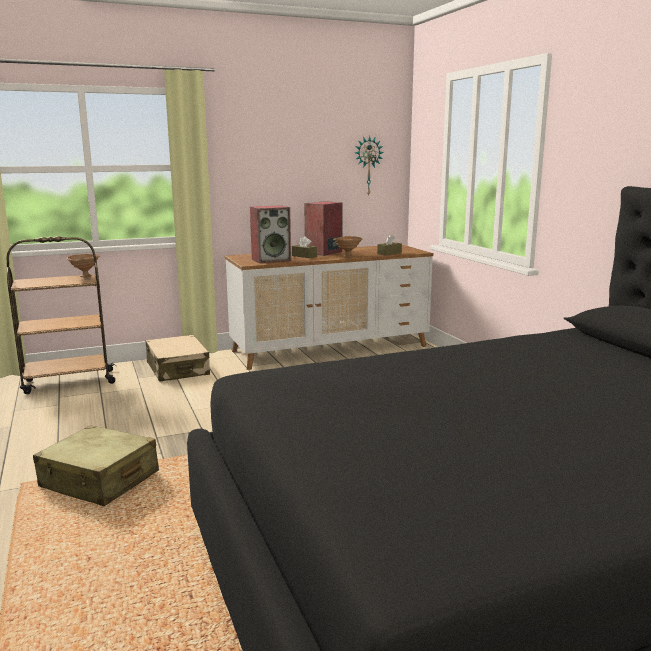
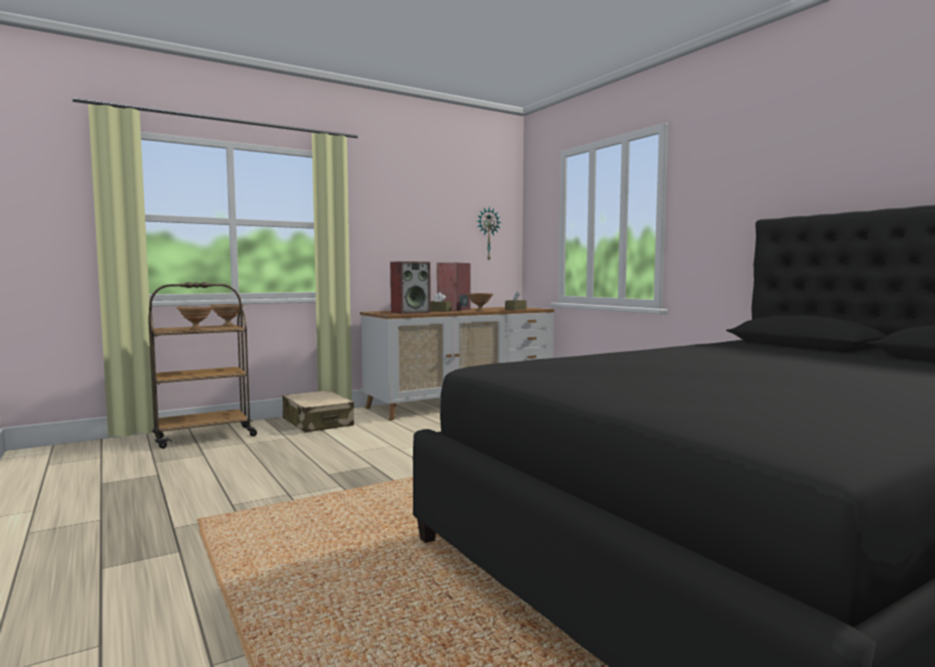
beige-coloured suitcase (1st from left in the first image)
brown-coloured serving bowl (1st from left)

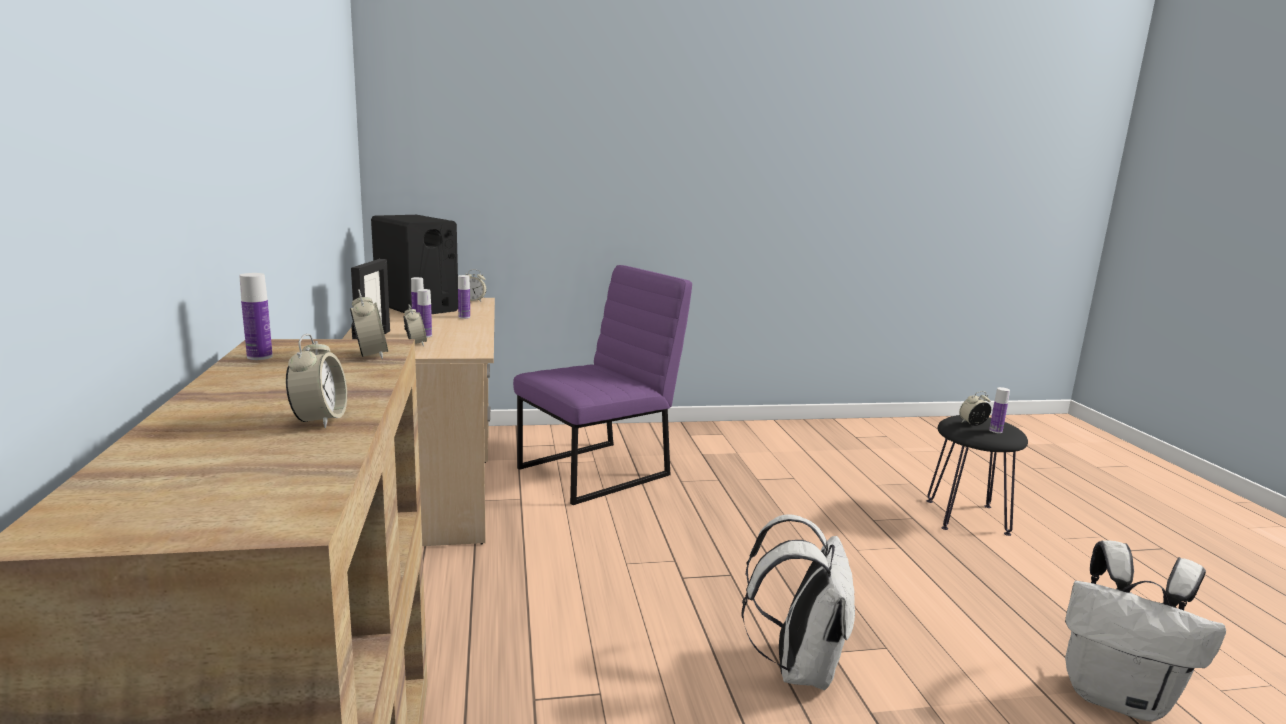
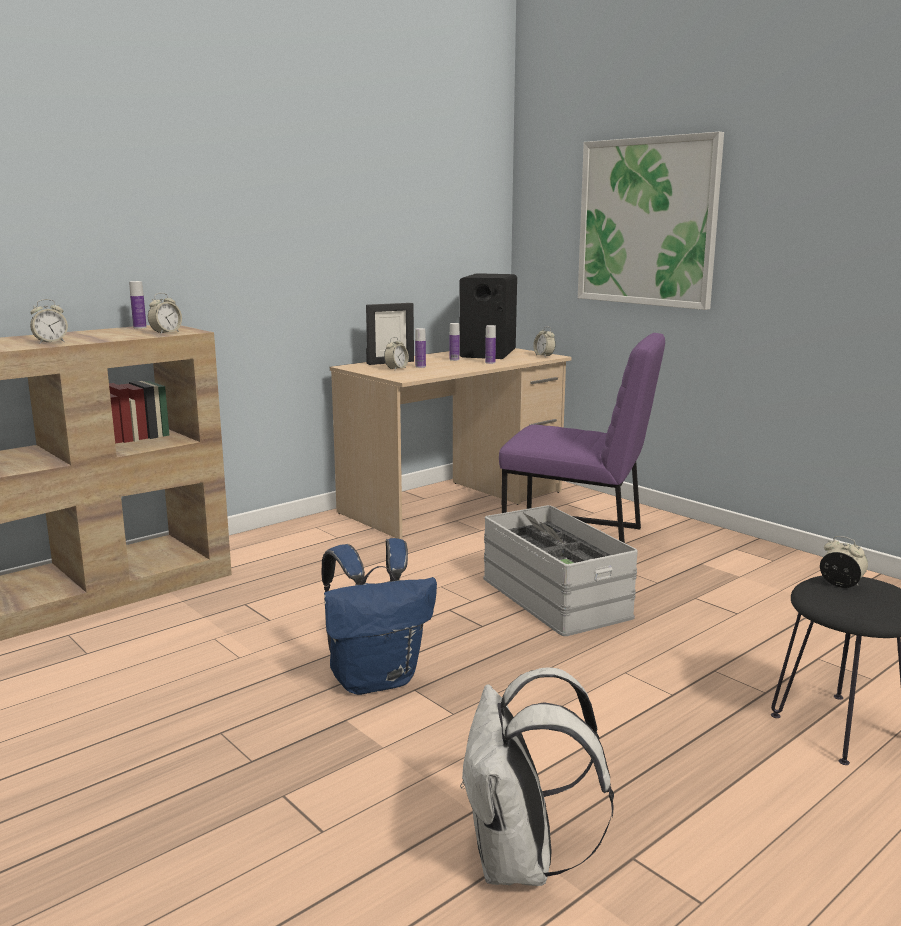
drink bottle (5th from left in the first image)
bluish rucksack
picture
gray storage bin

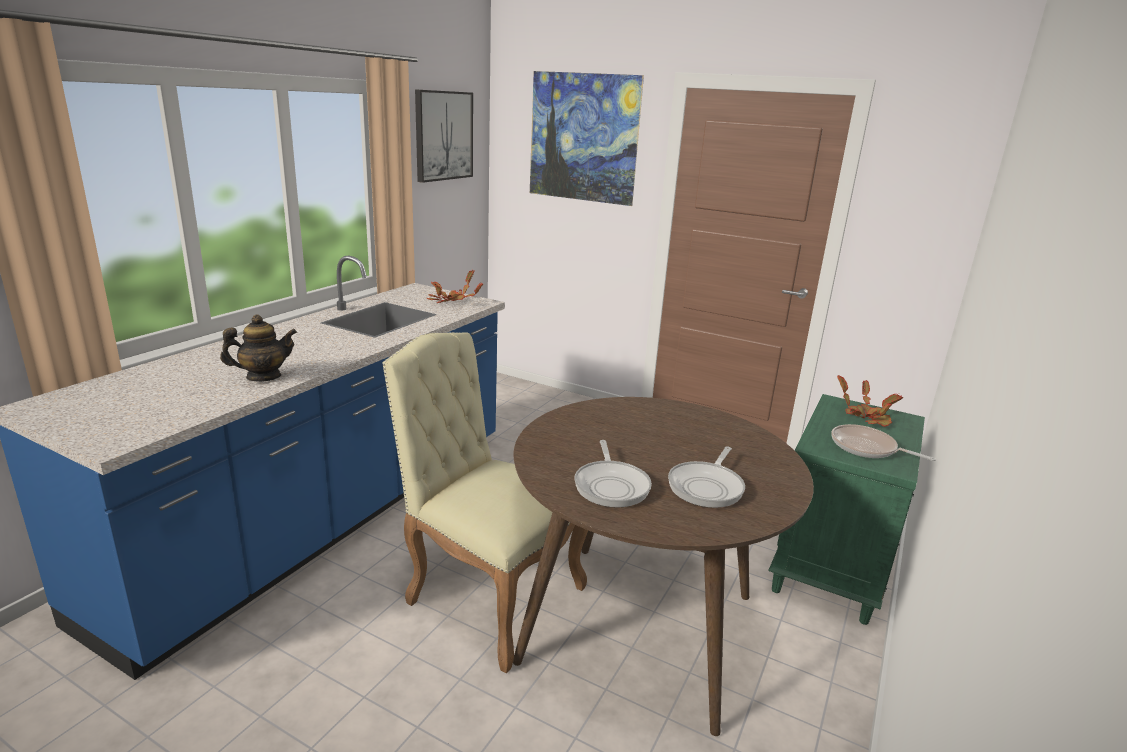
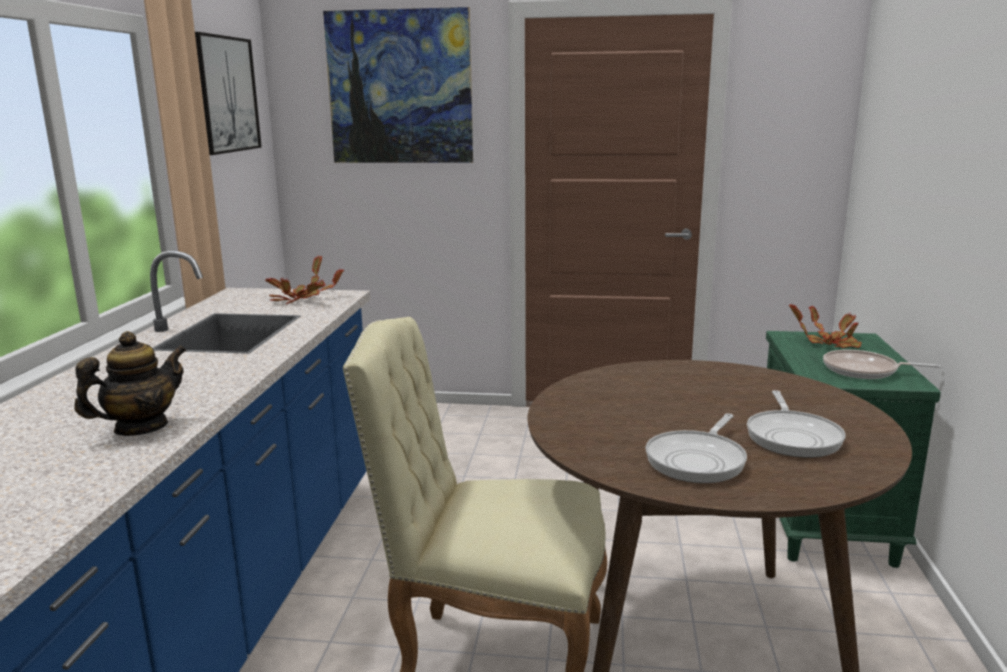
pan (1st from left)

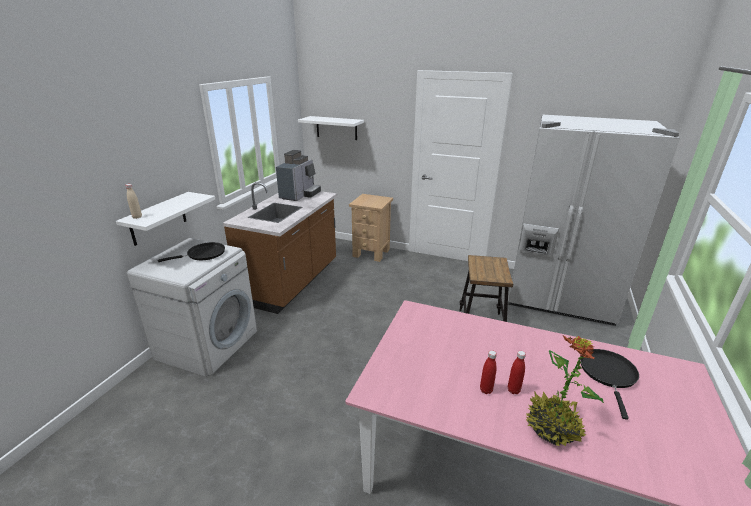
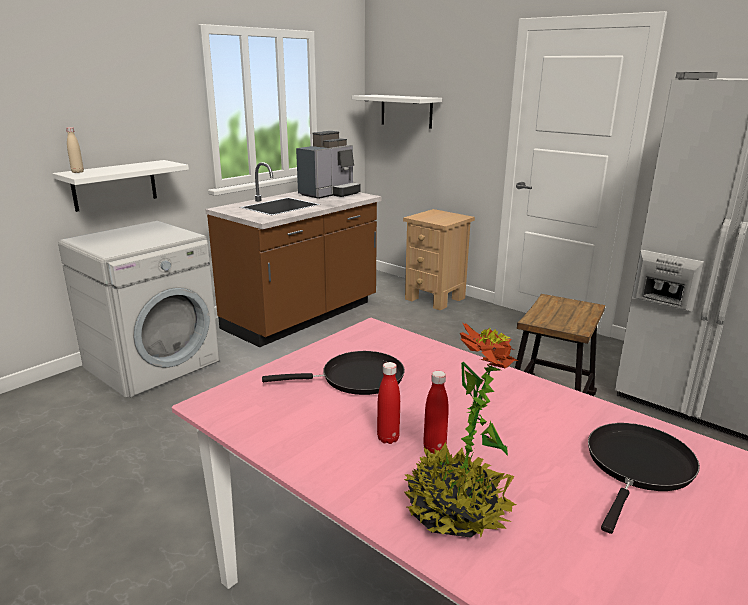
black pan (1st from left)

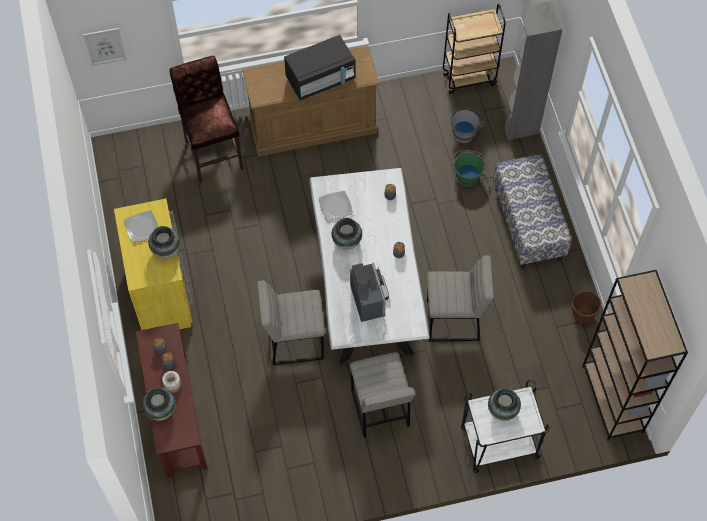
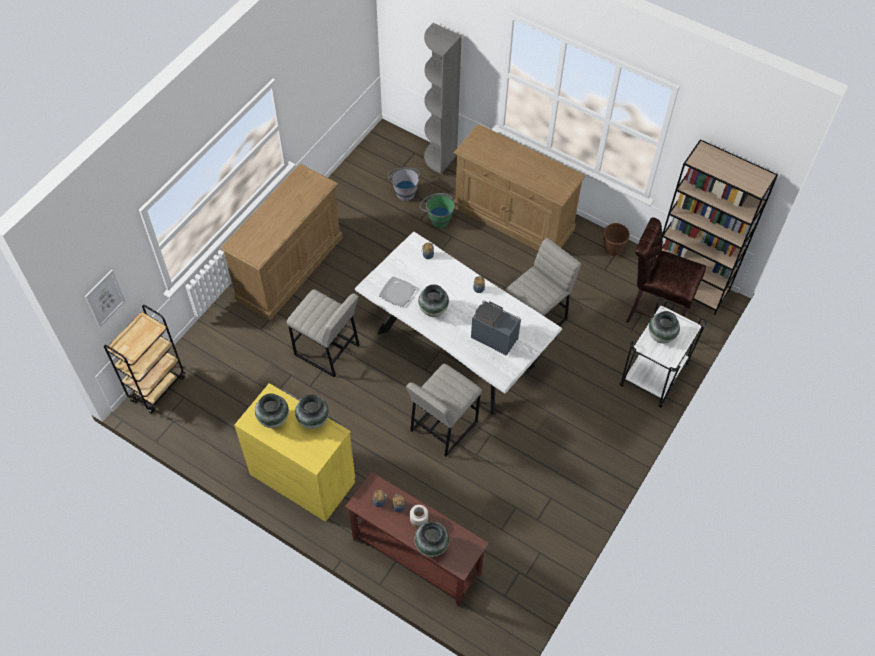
brown-coloured cart
black kitchen microwave
brown-coloured stool seat
brown-coloured cupboard (2nd from left)
flower vase (1st from left)
gray upright chair (1st from left)

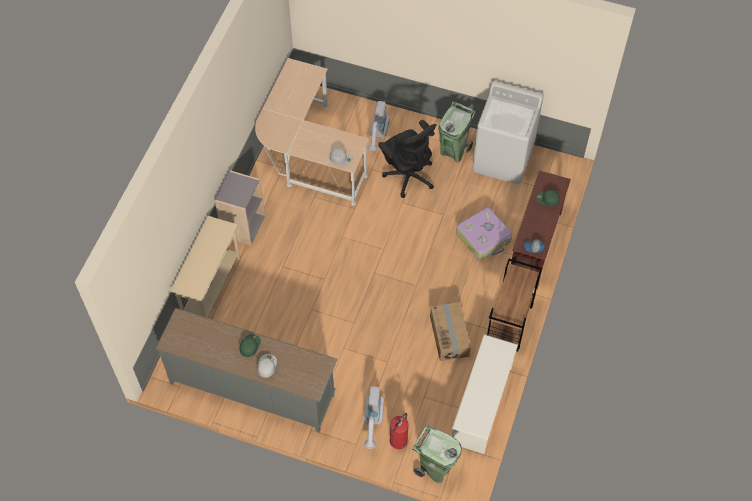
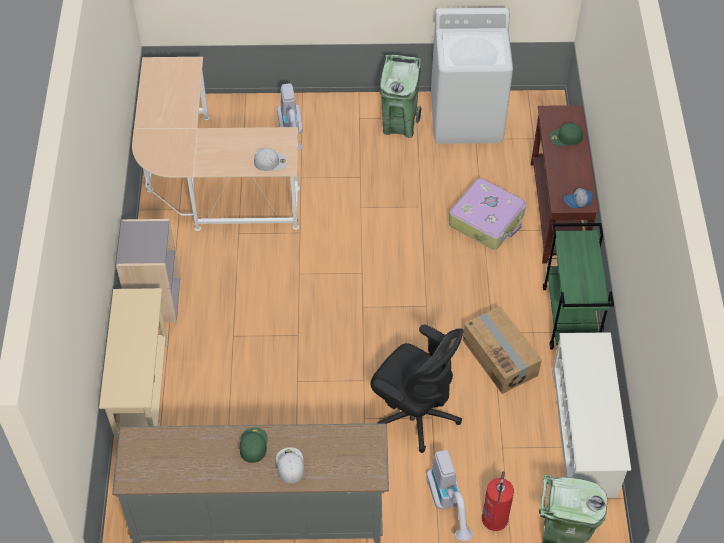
black computer chair
green cart

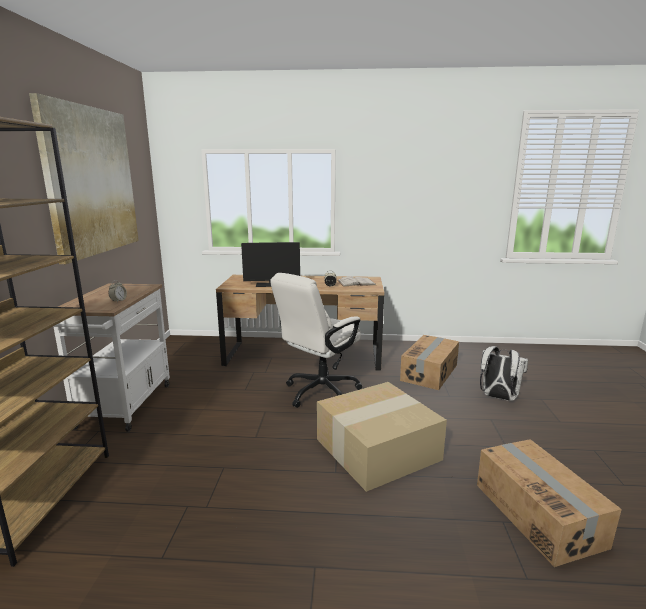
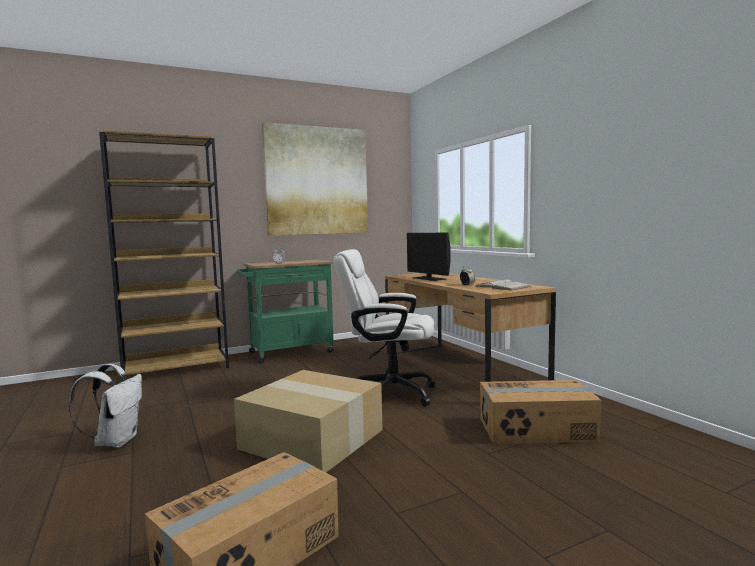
green cart
white rucksack

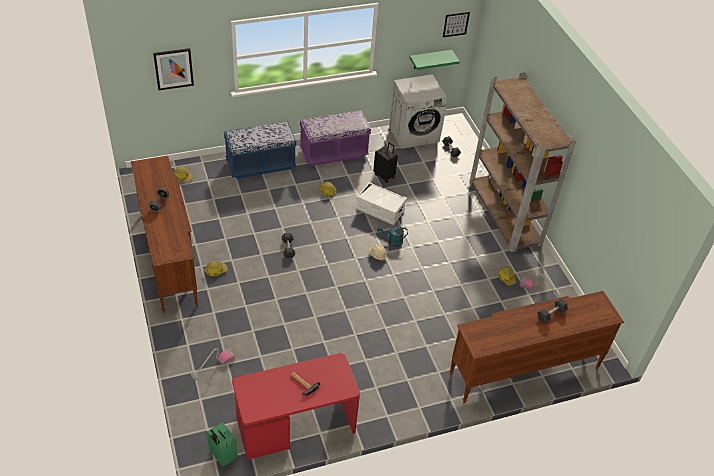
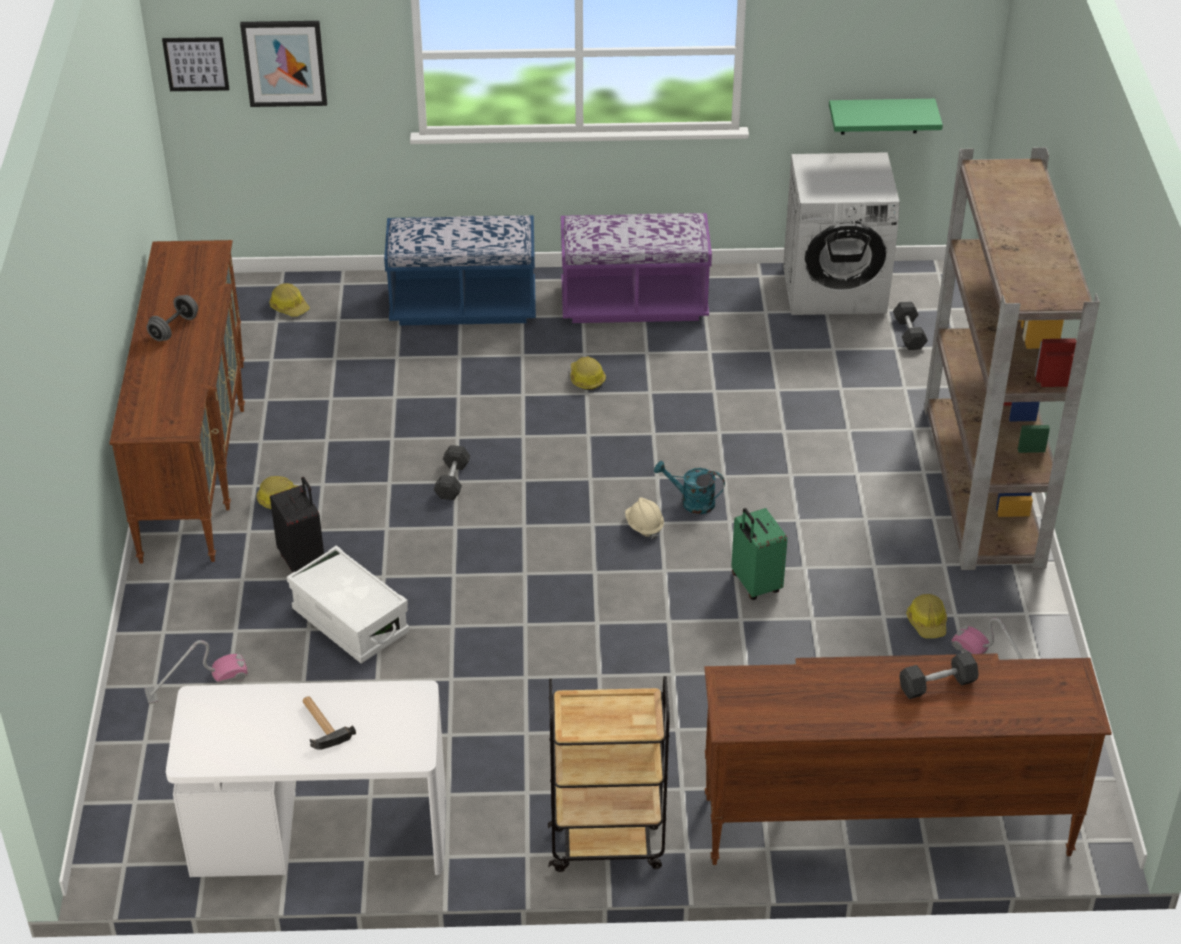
picture (1st from left)
black suitcase
white storage bin
white desk unit
green suitcase
brown-coloured cart

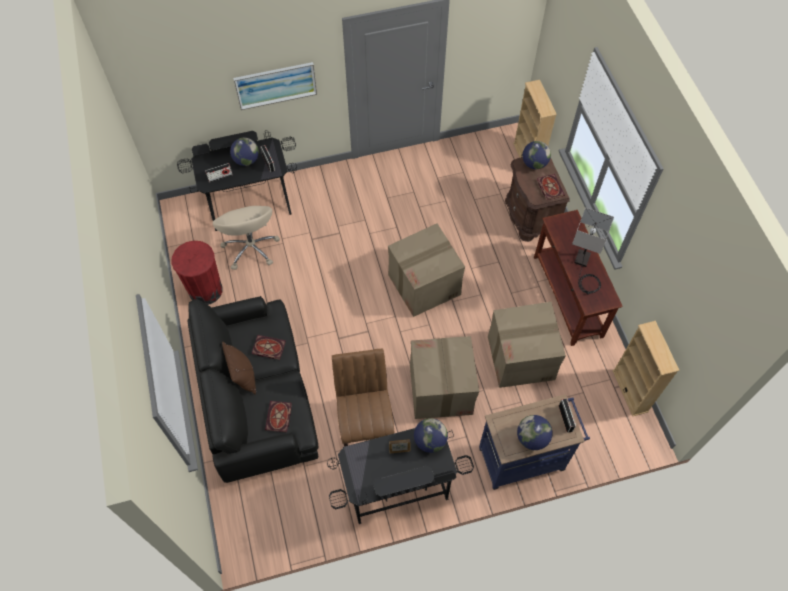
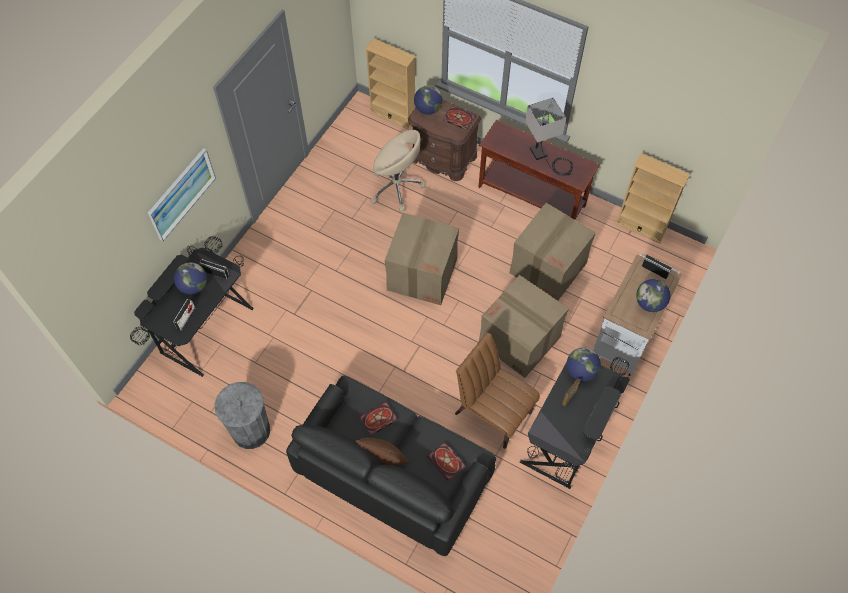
beige-coloured computer chair
gray trash can
white cart

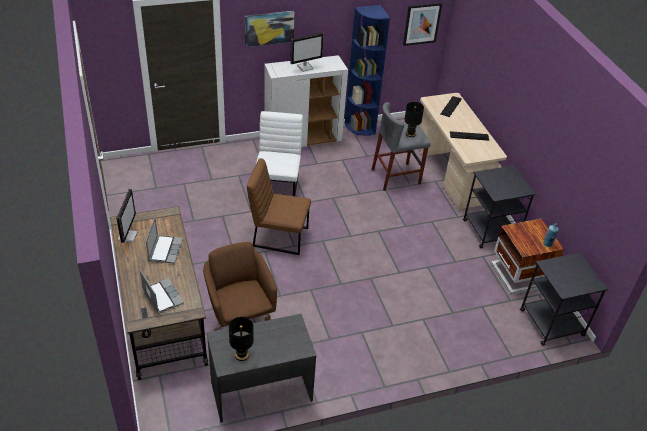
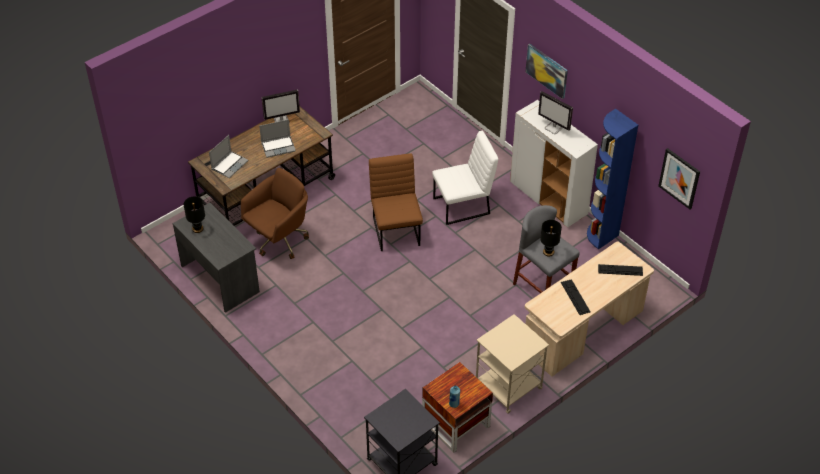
beige-coloured cart

